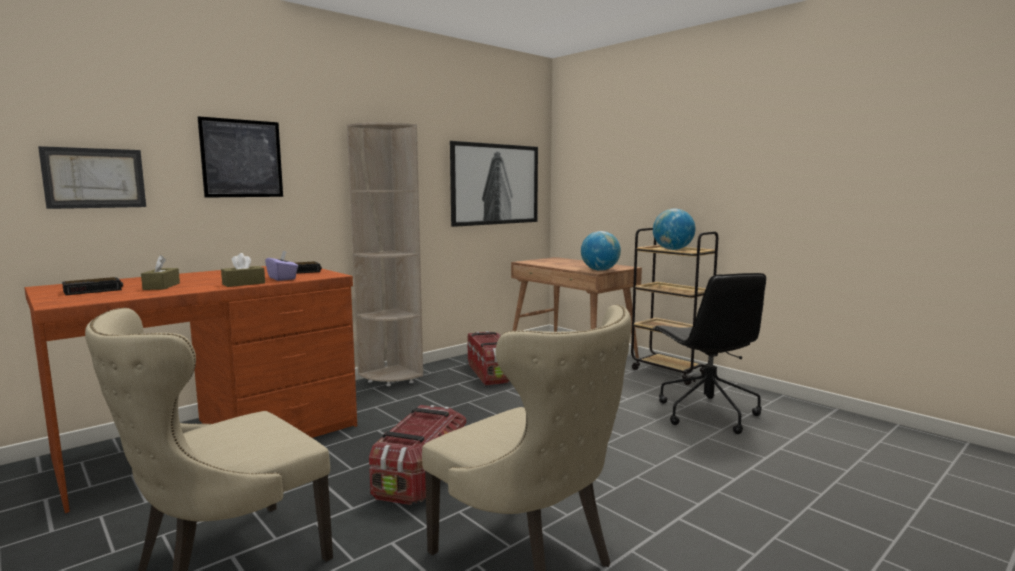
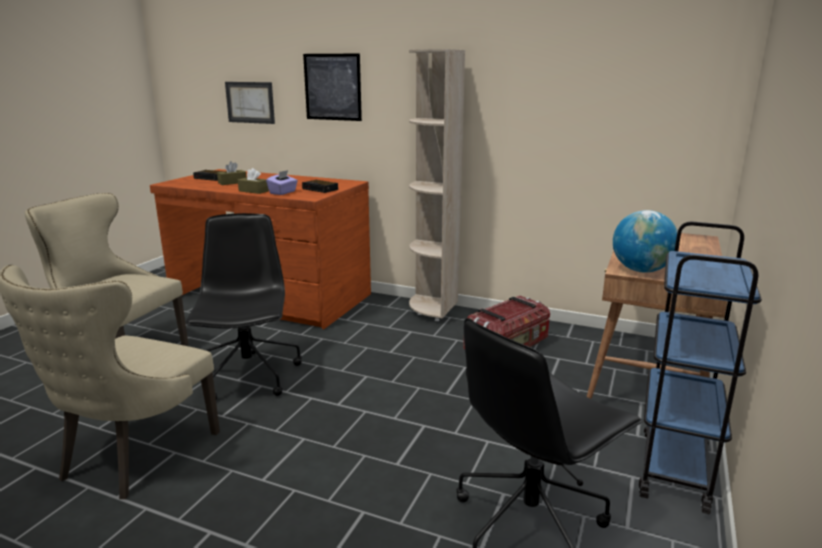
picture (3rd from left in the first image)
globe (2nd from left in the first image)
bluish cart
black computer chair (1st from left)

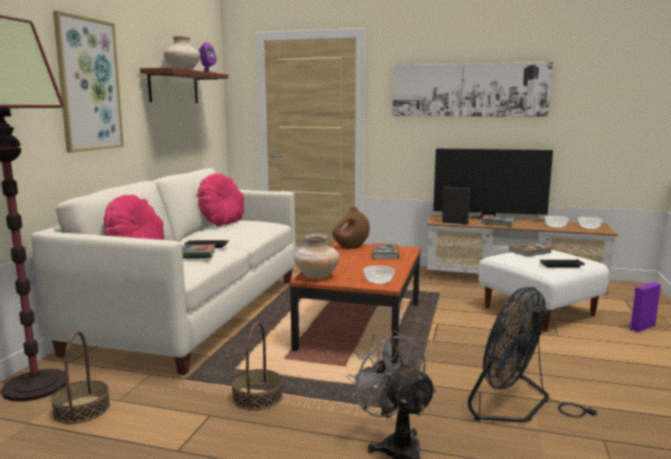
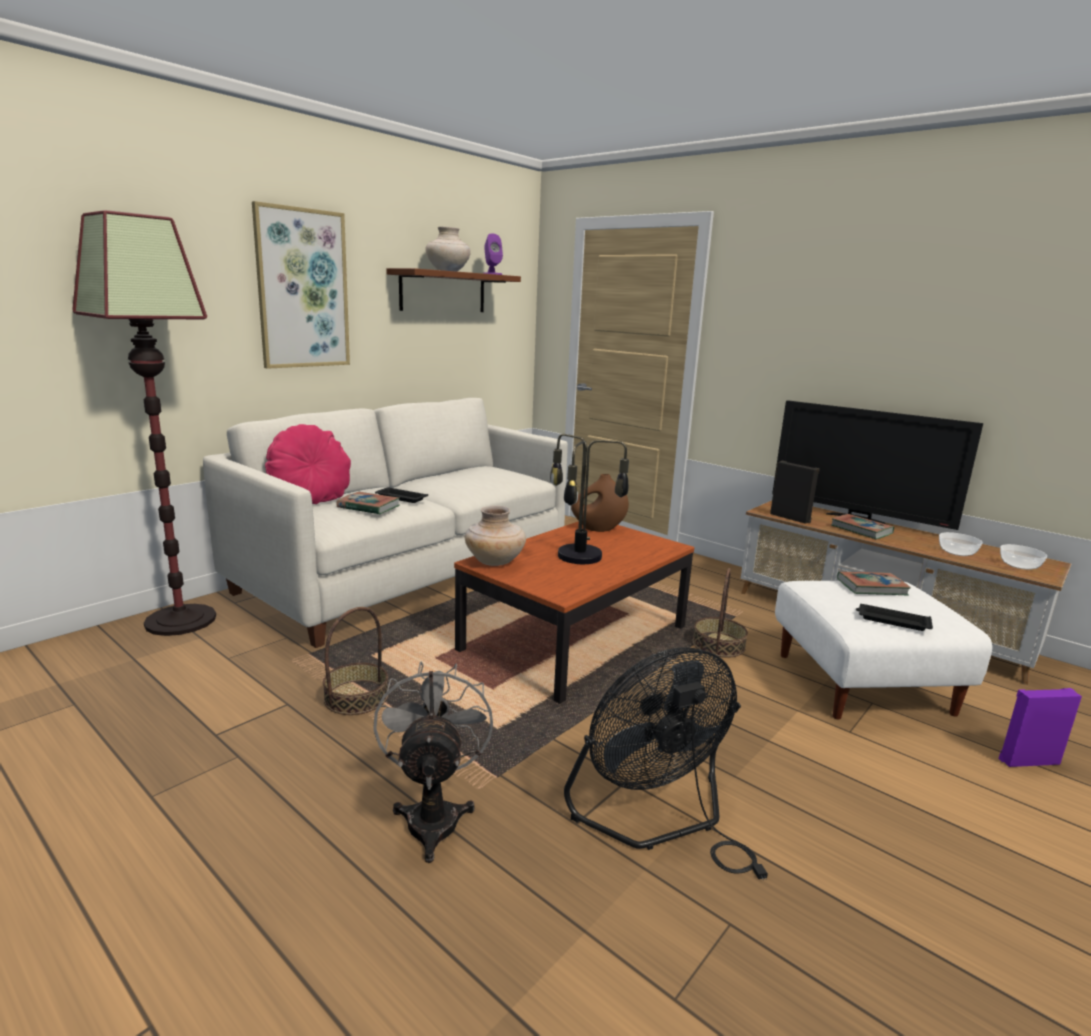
picture (2nd from left in the first image)
pinkish throw pillow (2nd from left in the first image)
book (2nd from left in the first image)
serving bowl (1st from left in the first image)
basket (2nd from left)
table lamp

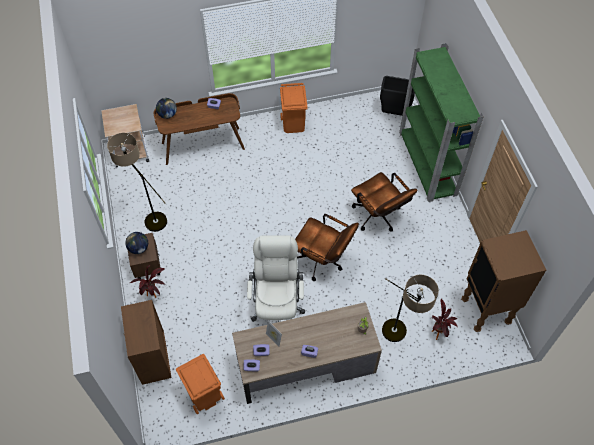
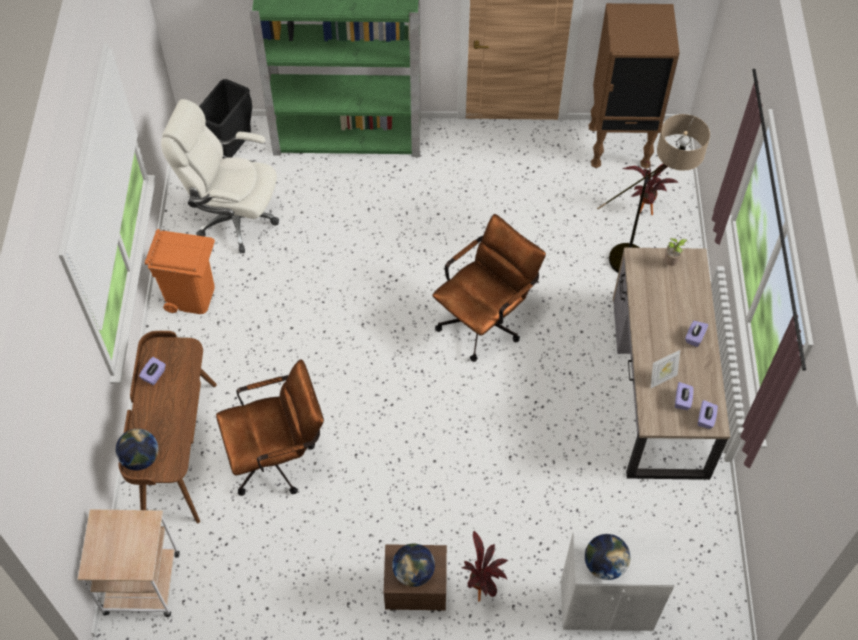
floor lamp (1st from left in the first image)
brown-coloured computer chair (1st from left)
white computer chair
white cupboard
orange trash can (1st from left in the first image)
globe (3rd from left)

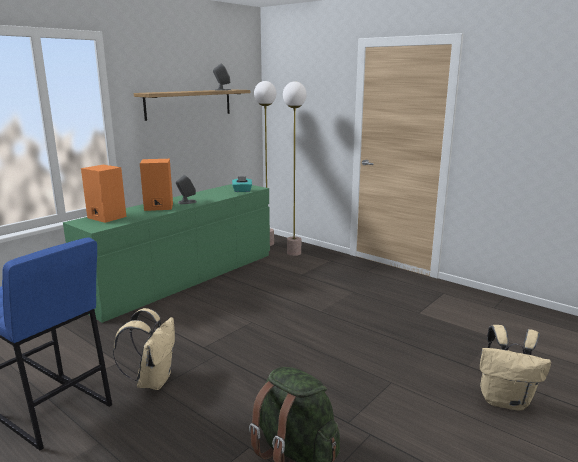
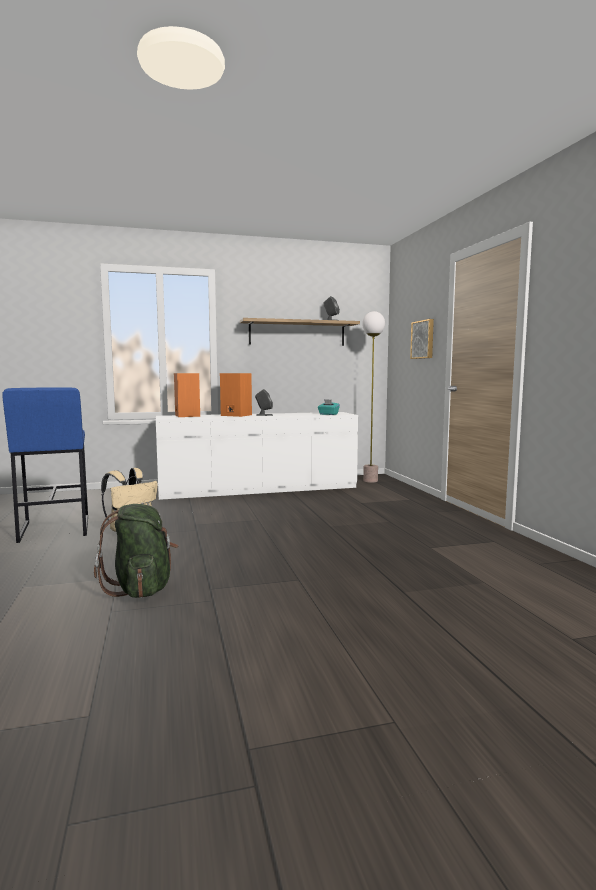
floor lamp (2nd from left in the first image)
white drawer chest
beige-coloured rucksack (2nd from left in the first image)
picture

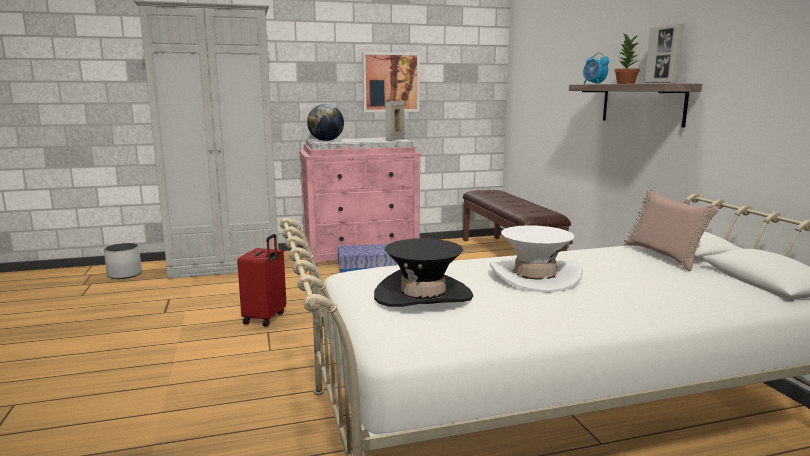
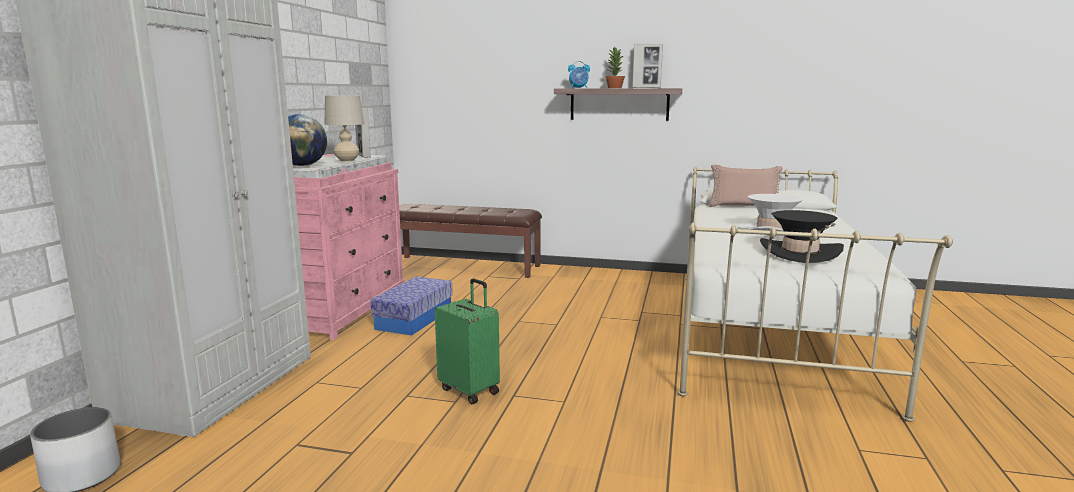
picture
green suitcase
beige-coloured table lamp

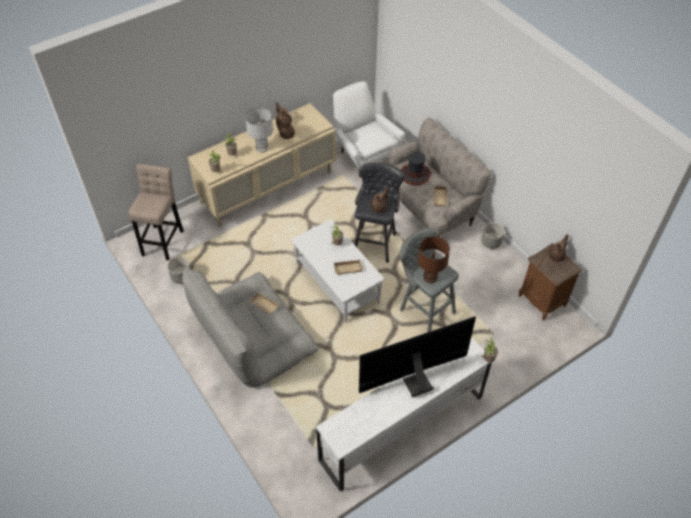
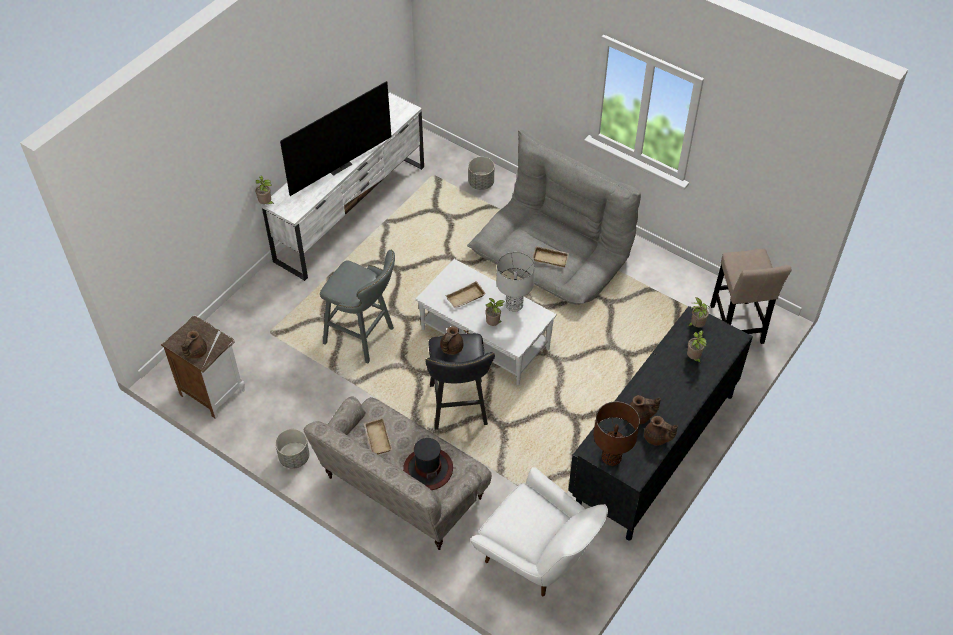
black cupboard
white table lamp
brown-coloured table lamp
white bedside table
gray plant pot (2nd from left)

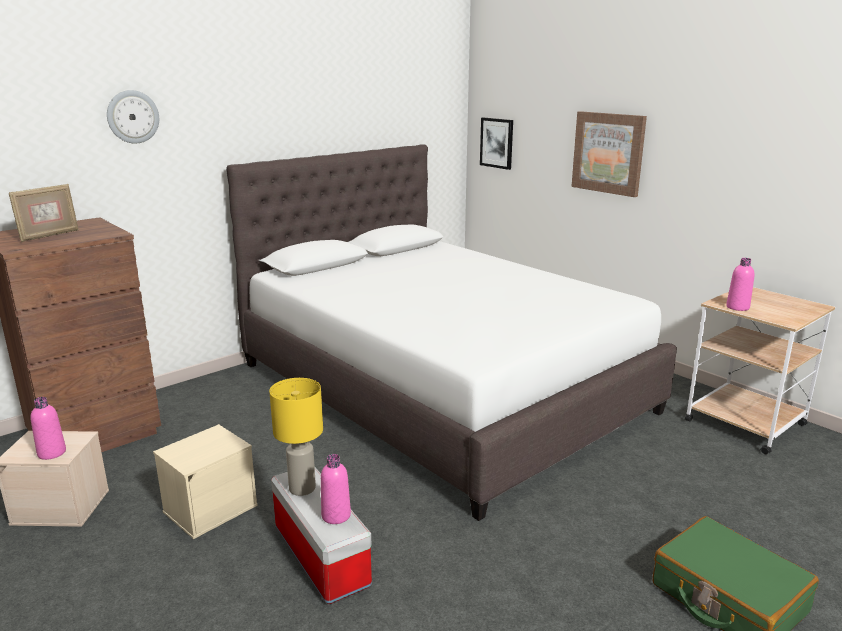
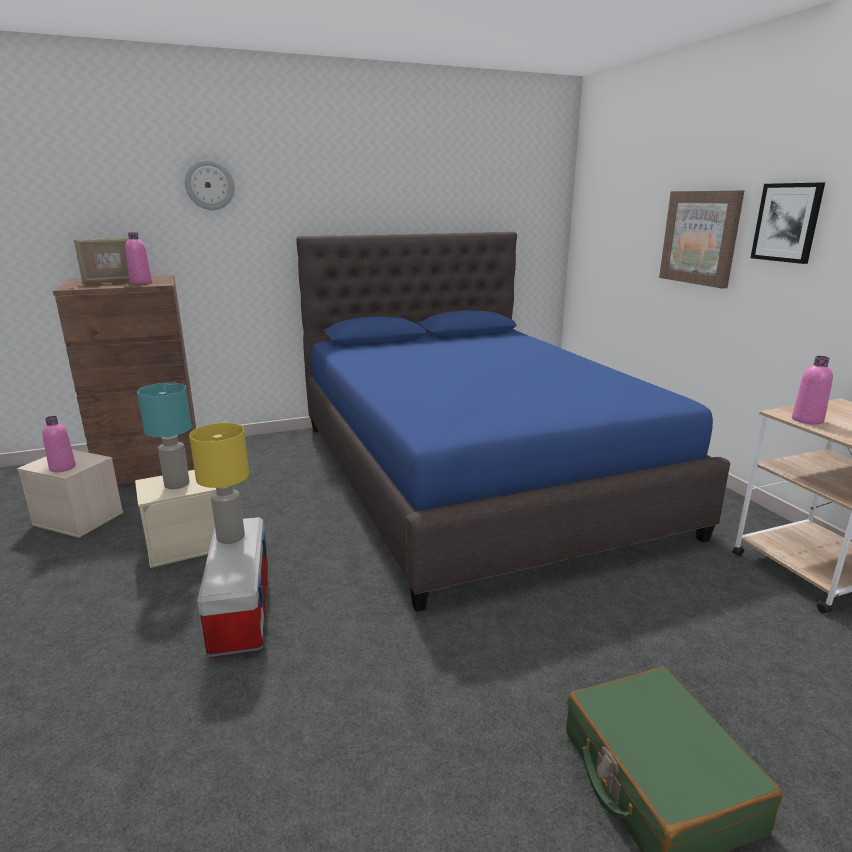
picture (2nd from left)
bluish bedroom bed
pinkish drink bottle (2nd from left)
turquoise-coloured table lamp

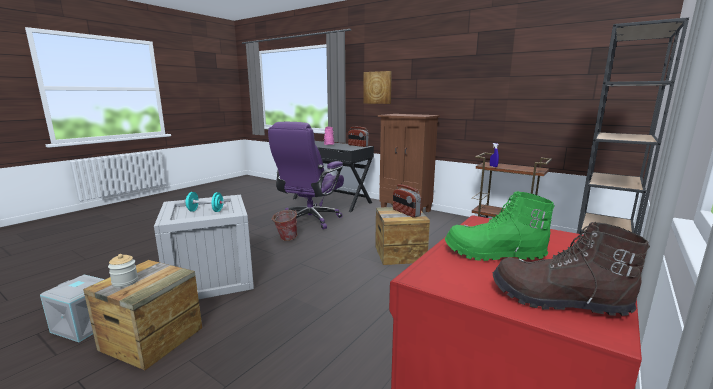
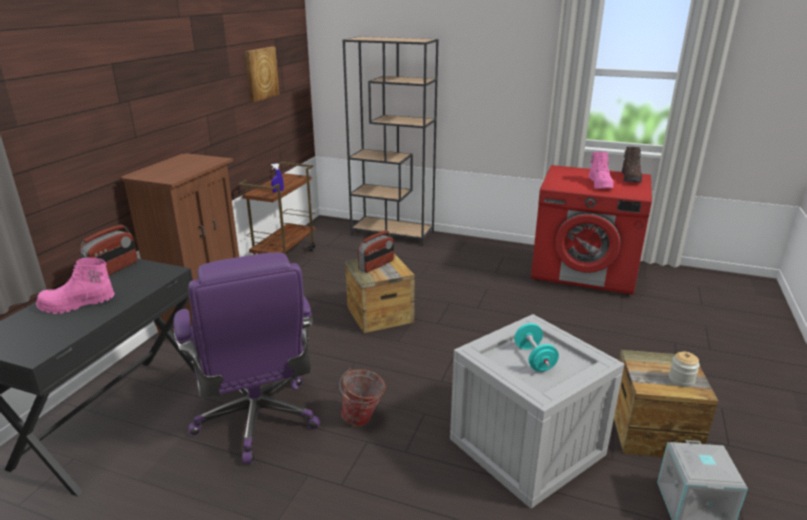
picture
purplish computer chair
pinkish high-top boot (2nd from left)

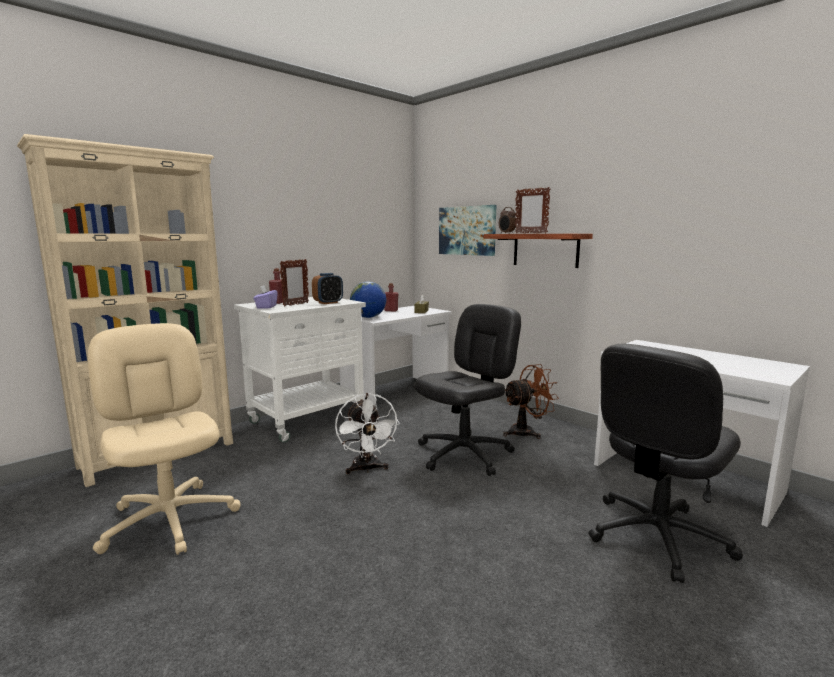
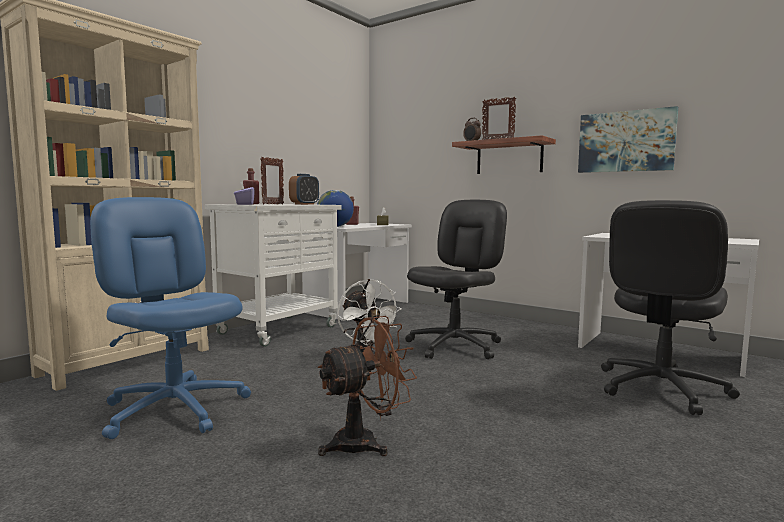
picture
bluish computer chair
brown-coloured electric fan

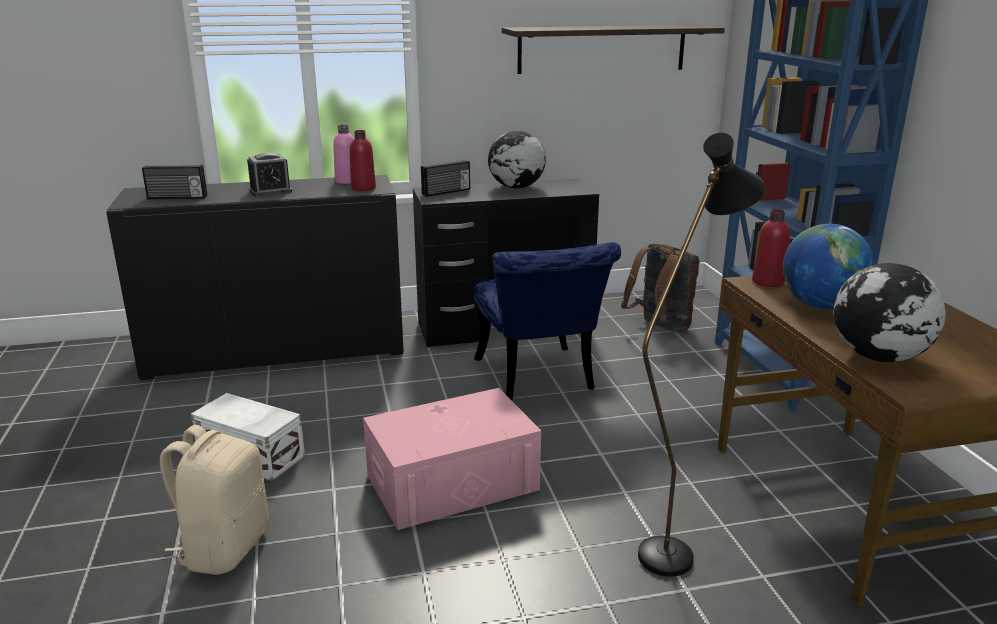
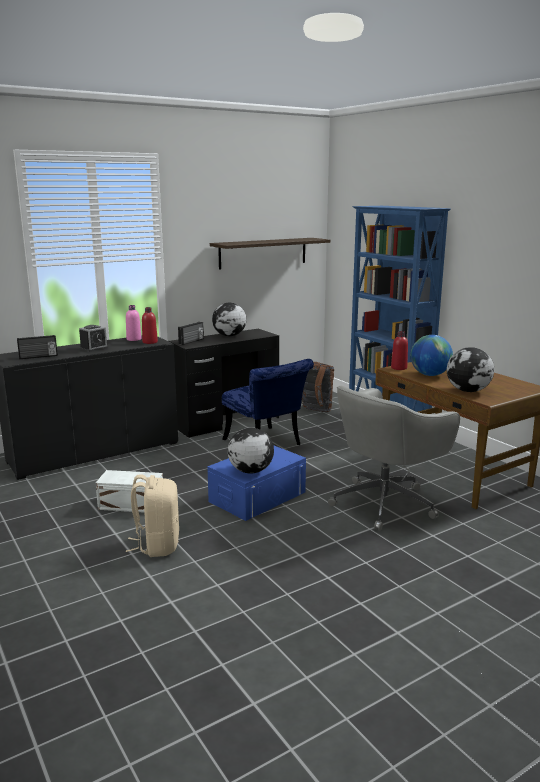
gray computer chair
bluish storage bin
globe (2nd from left)

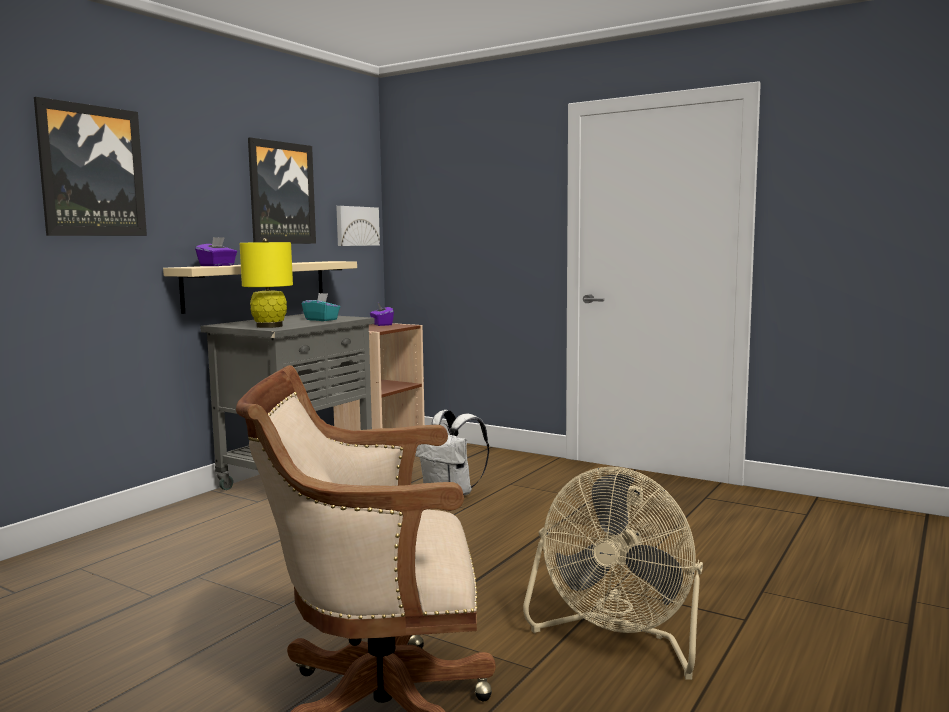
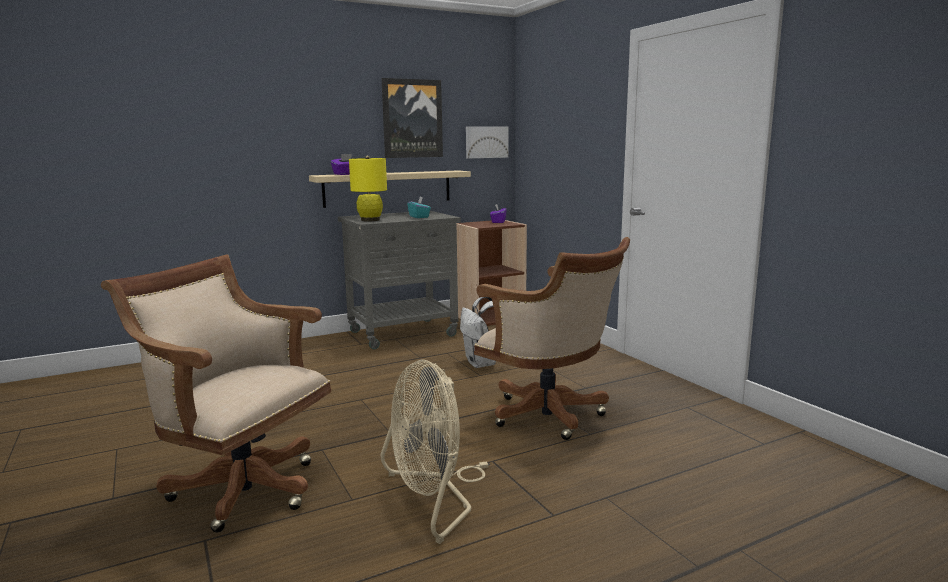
picture (1st from left in the first image)
computer chair (2nd from left)

